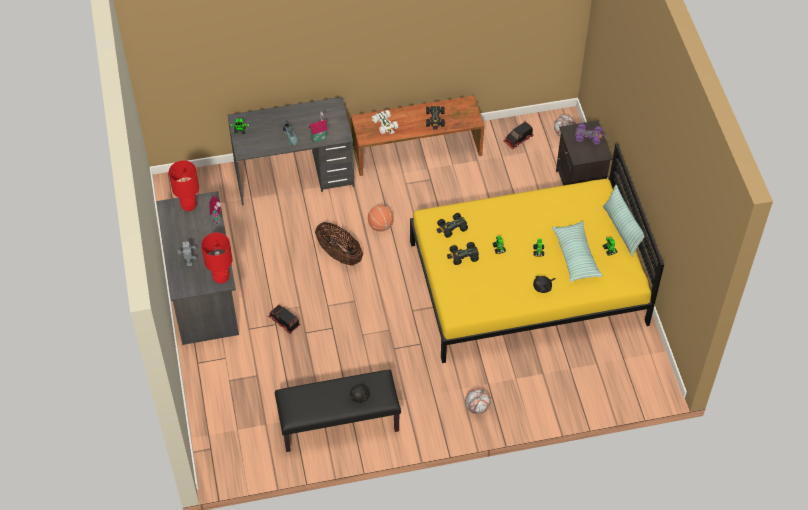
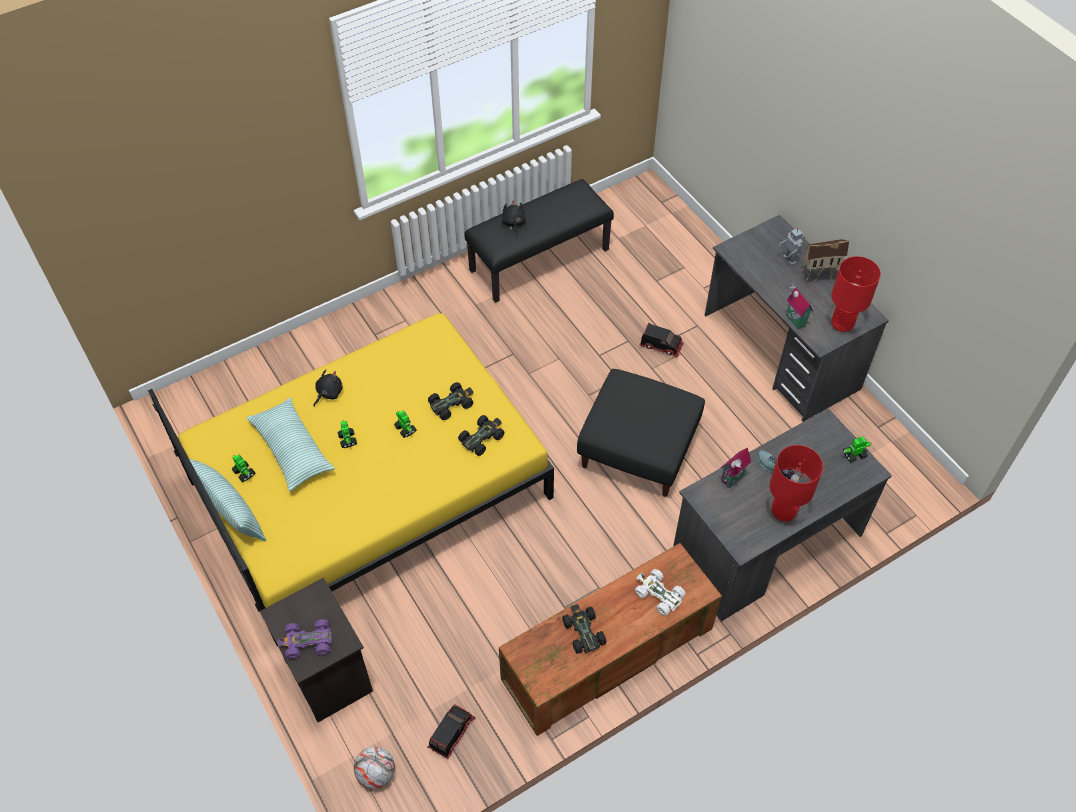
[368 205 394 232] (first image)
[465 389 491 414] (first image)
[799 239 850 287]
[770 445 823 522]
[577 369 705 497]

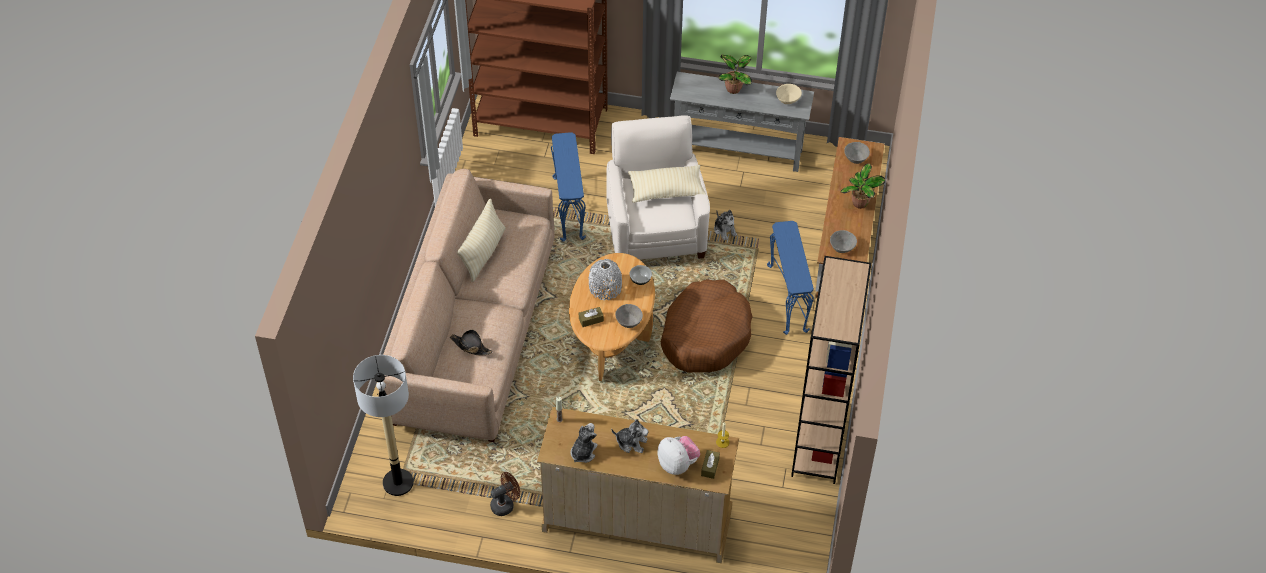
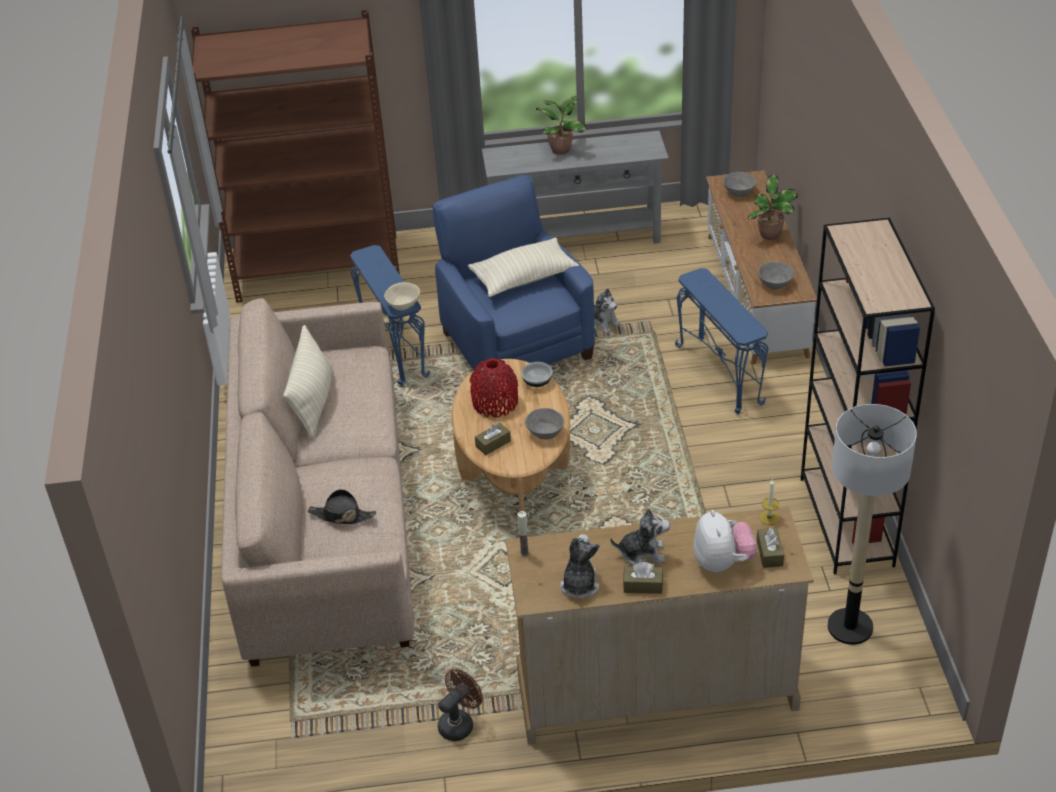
[661 279 752 373] (first image)
[623 562 663 594]
[828 404 917 645]
[384 282 420 310]
[470 358 518 417]
[432 175 595 370]
[693 510 756 572]

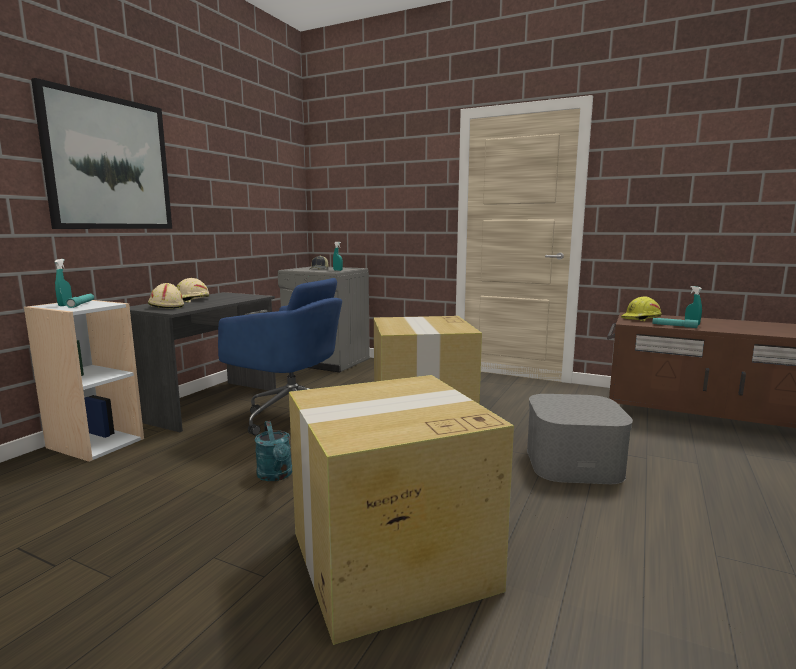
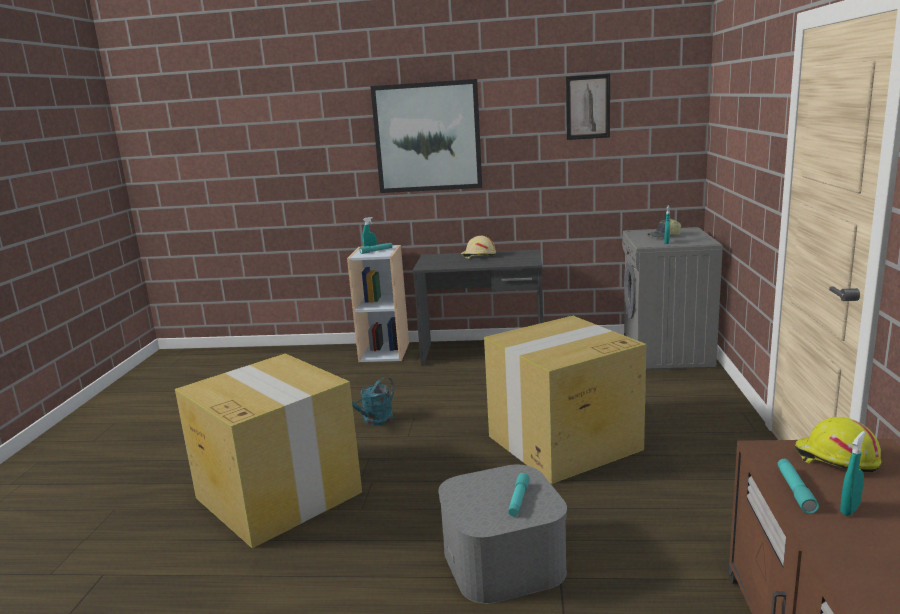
[148 283 184 308] (first image)
[218 278 342 435] (first image)
[508 473 530 517]
[566 74 610 140]

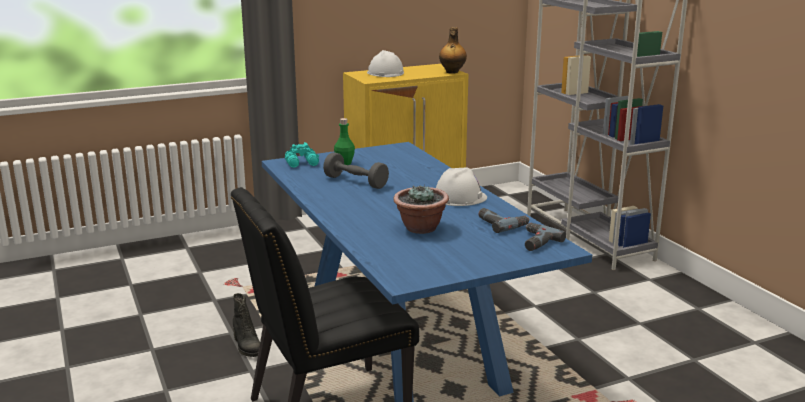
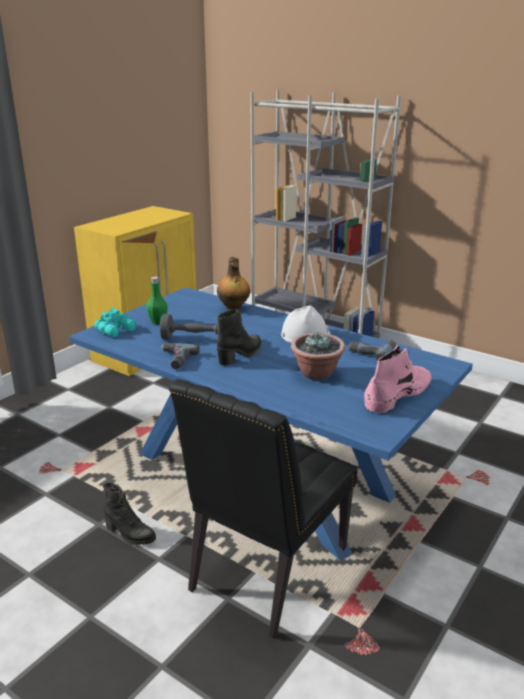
[367 50 404 77] (first image)
[217 309 261 366]
[364 345 432 413]
[217 256 250 310]
[161 343 200 369]

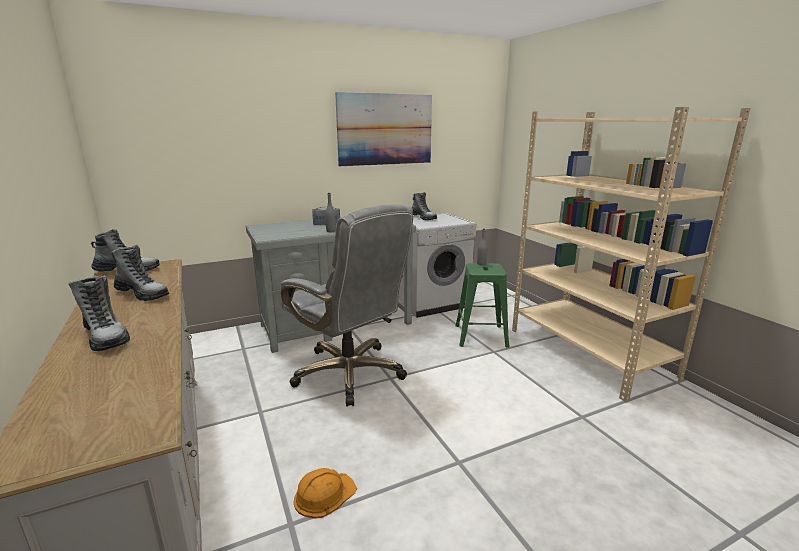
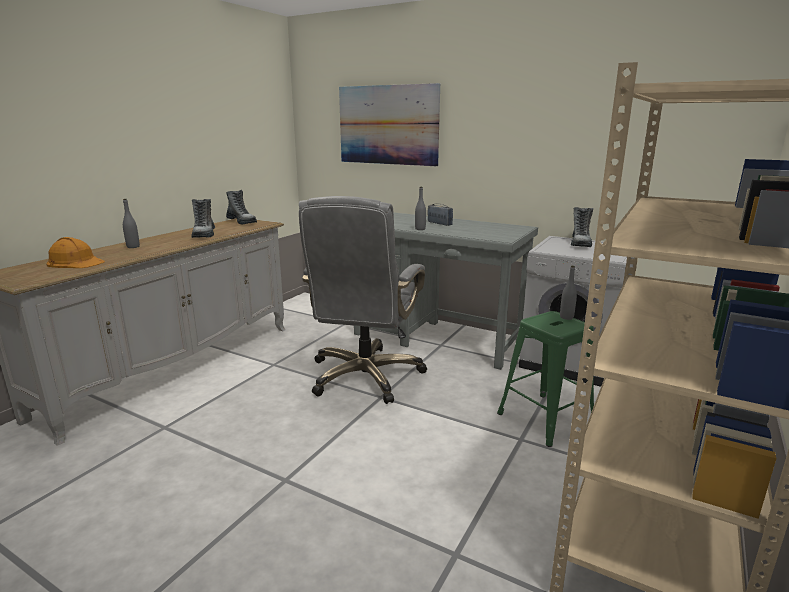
[46 237 105 268]
[339 83 440 166]
[123 199 140 248]

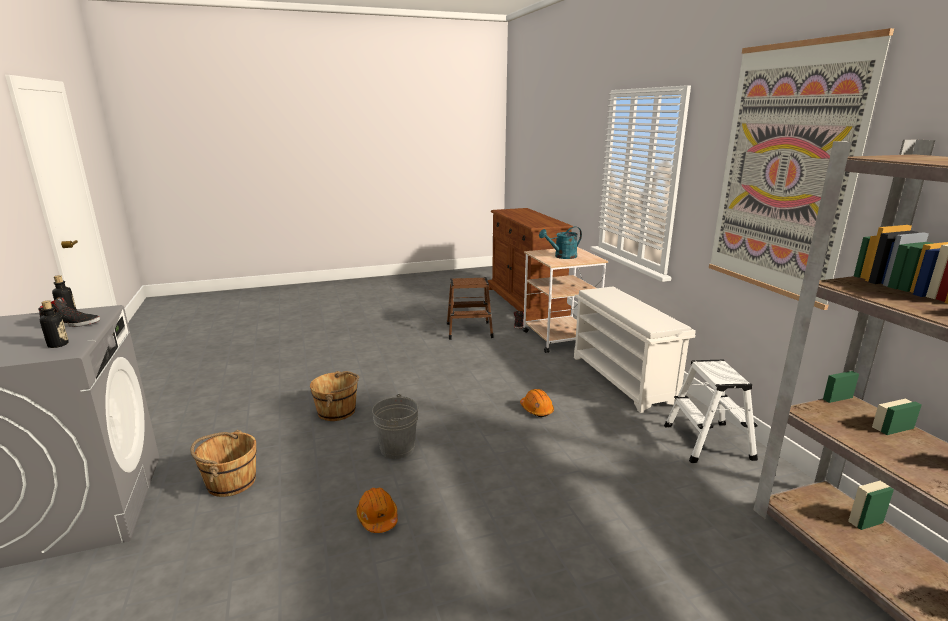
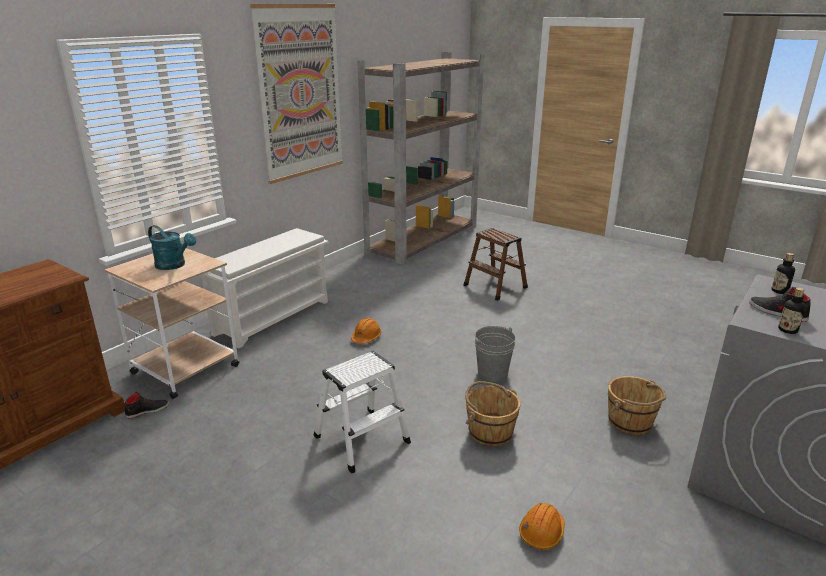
[519 503 565 550]
[463 228 528 301]
[314 351 411 473]

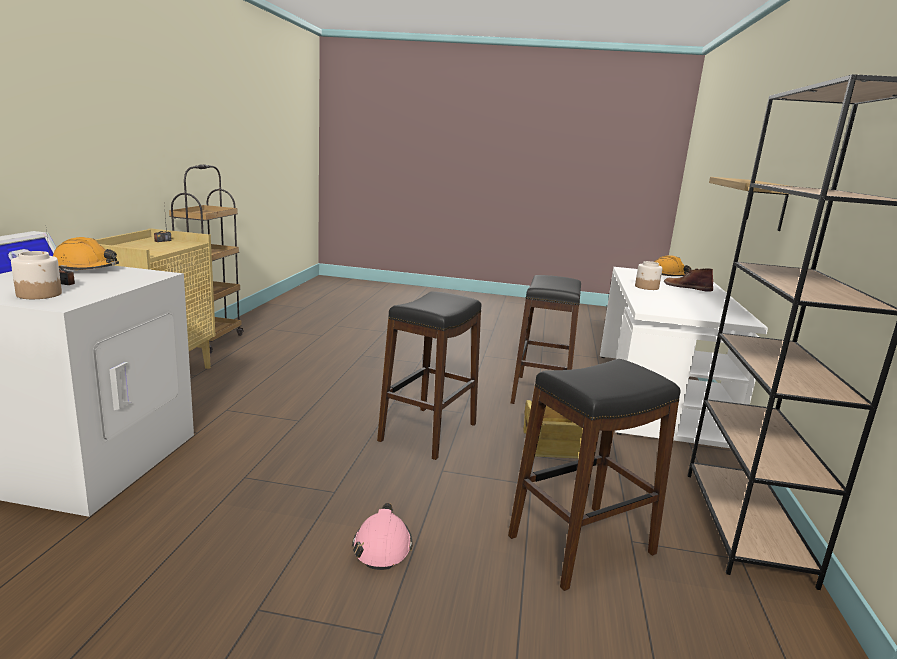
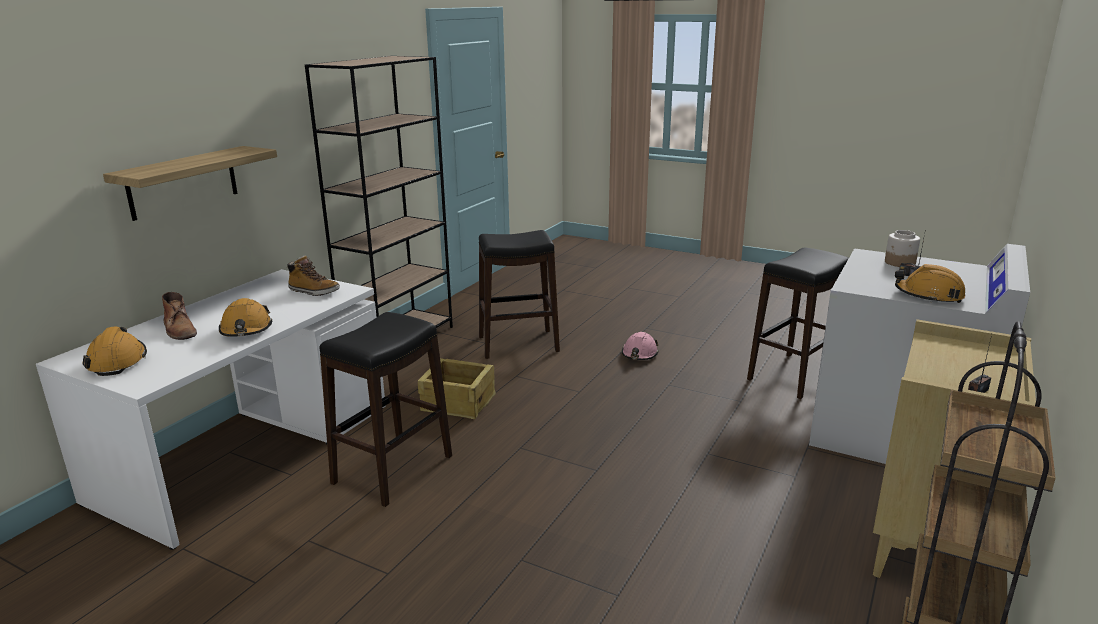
[287 255 340 296]
[747 248 849 399]
[219 298 272 337]

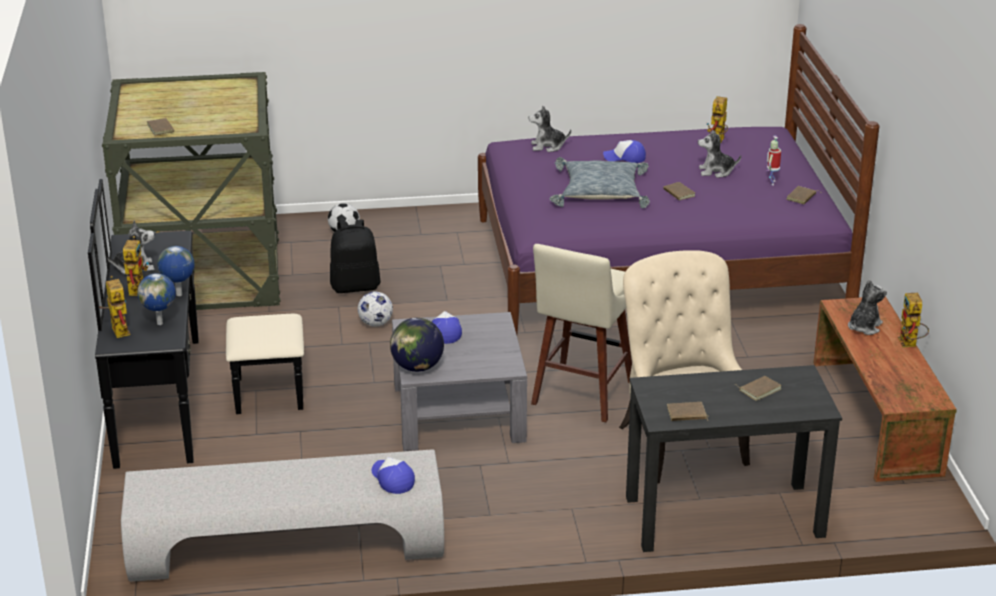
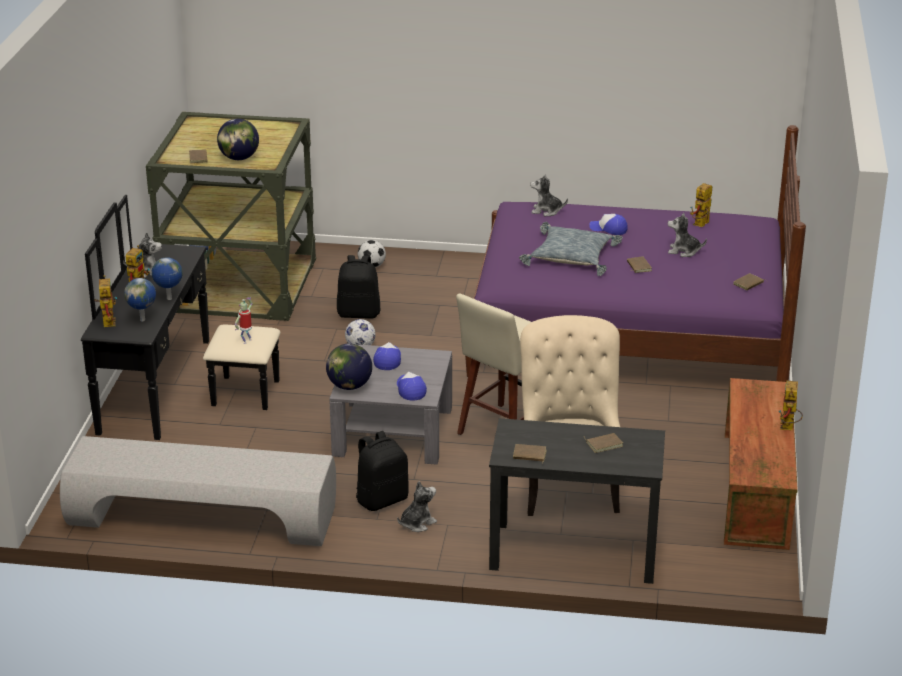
[217 118 259 160]
[356 431 409 511]
[397 372 427 401]
[235 297 253 344]
[397 481 437 532]

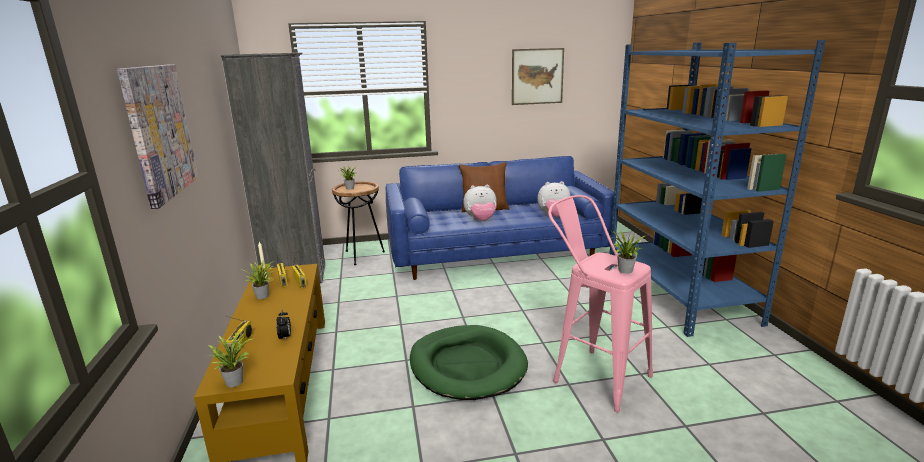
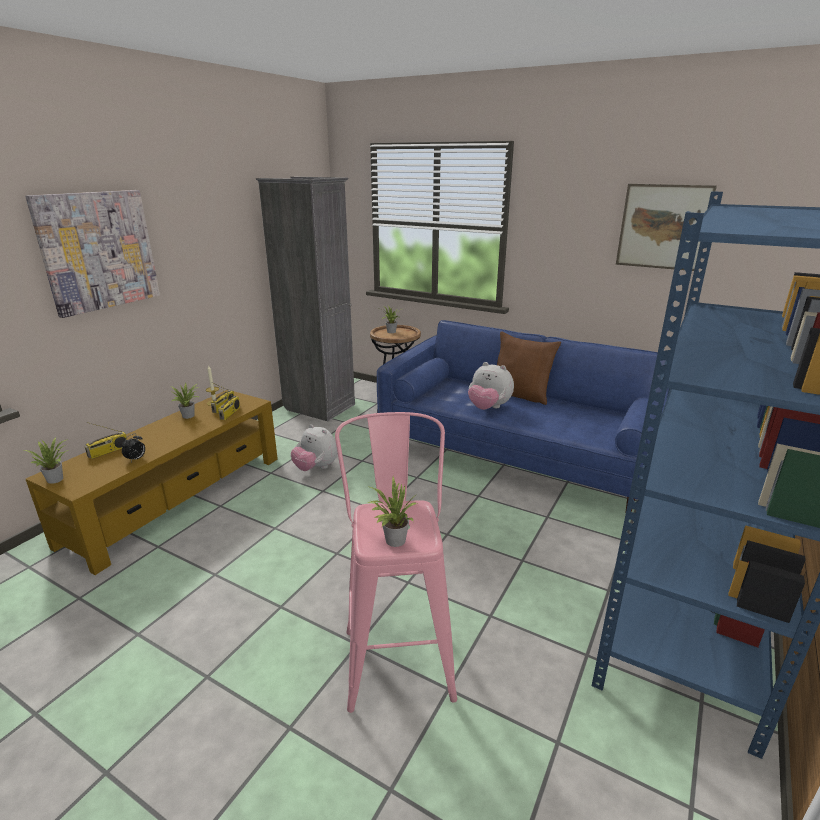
[410 325 528 400] (first image)
[291 424 338 471]

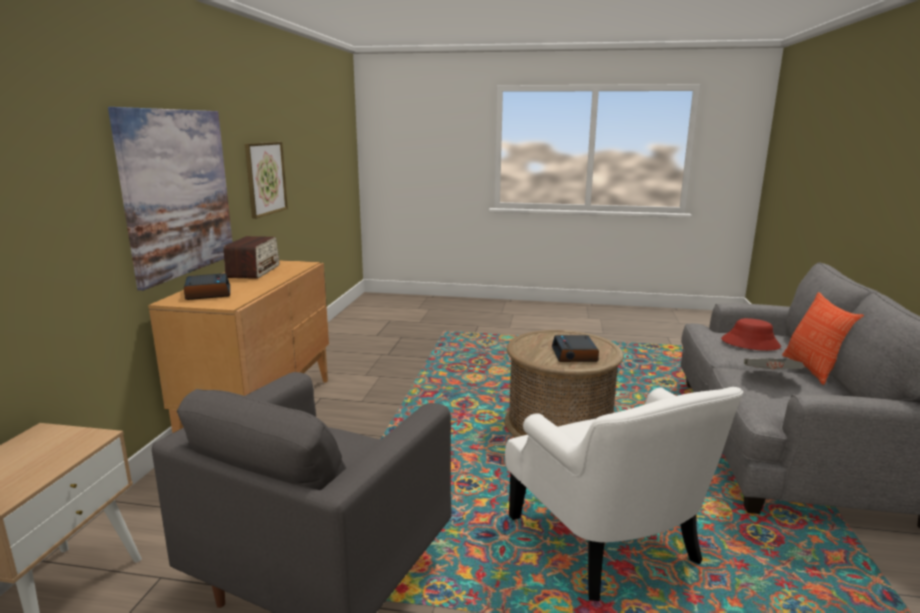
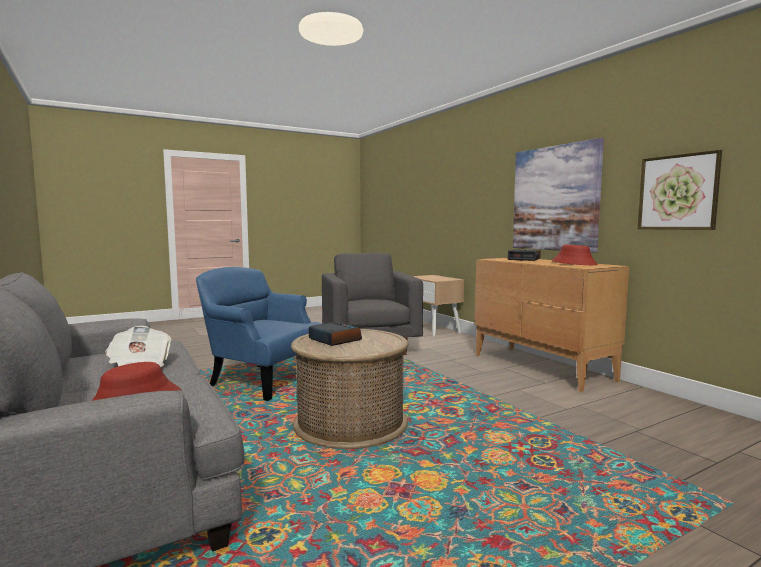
[782 292 864 385] (first image)
[552 245 598 265]
[196 267 322 401]

